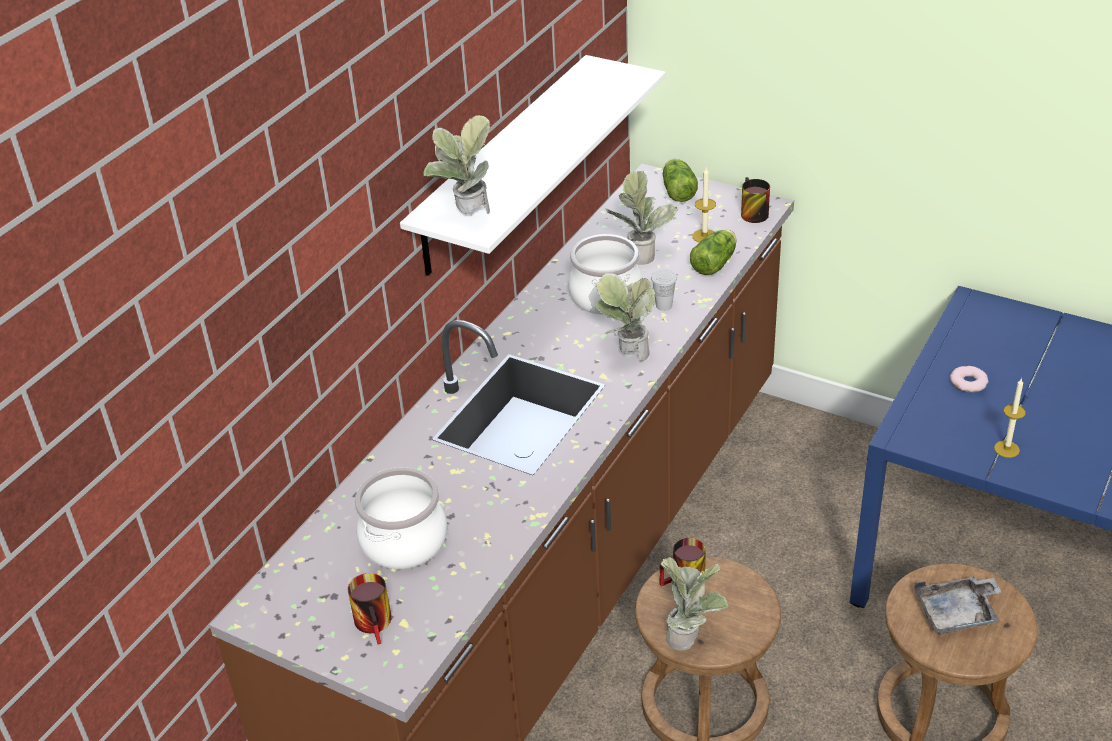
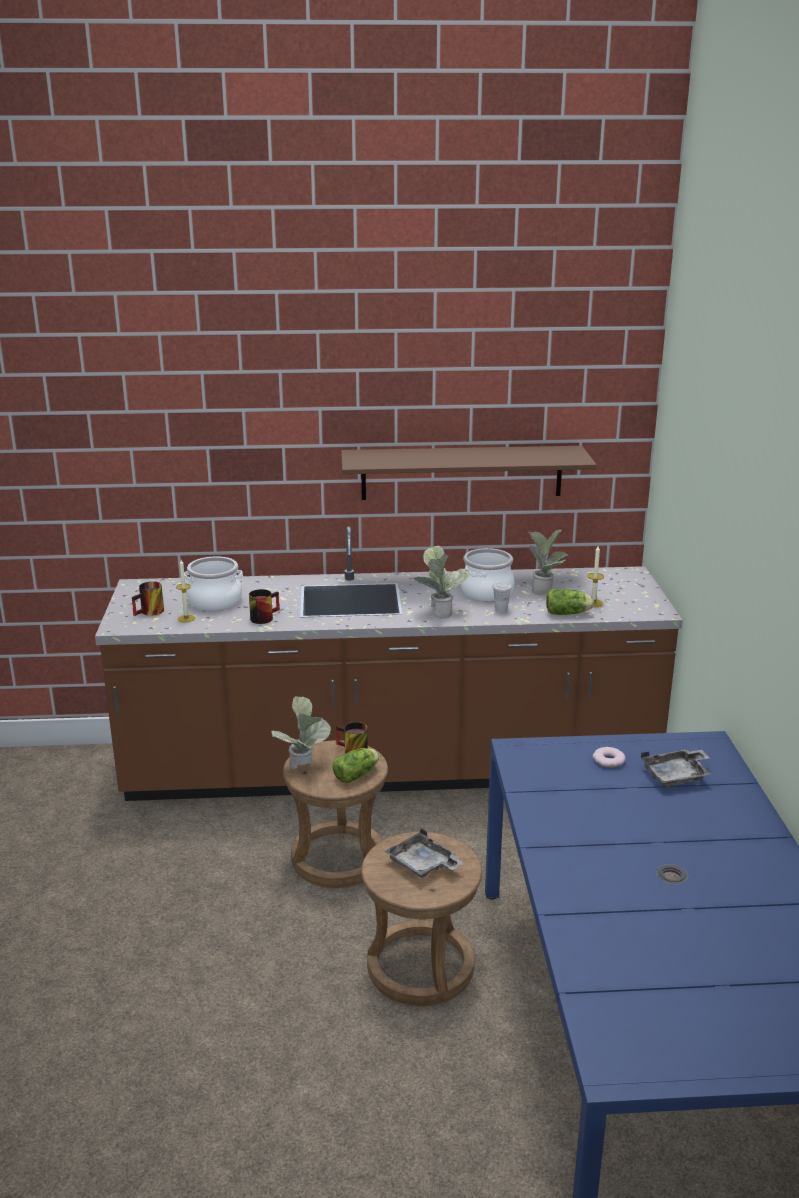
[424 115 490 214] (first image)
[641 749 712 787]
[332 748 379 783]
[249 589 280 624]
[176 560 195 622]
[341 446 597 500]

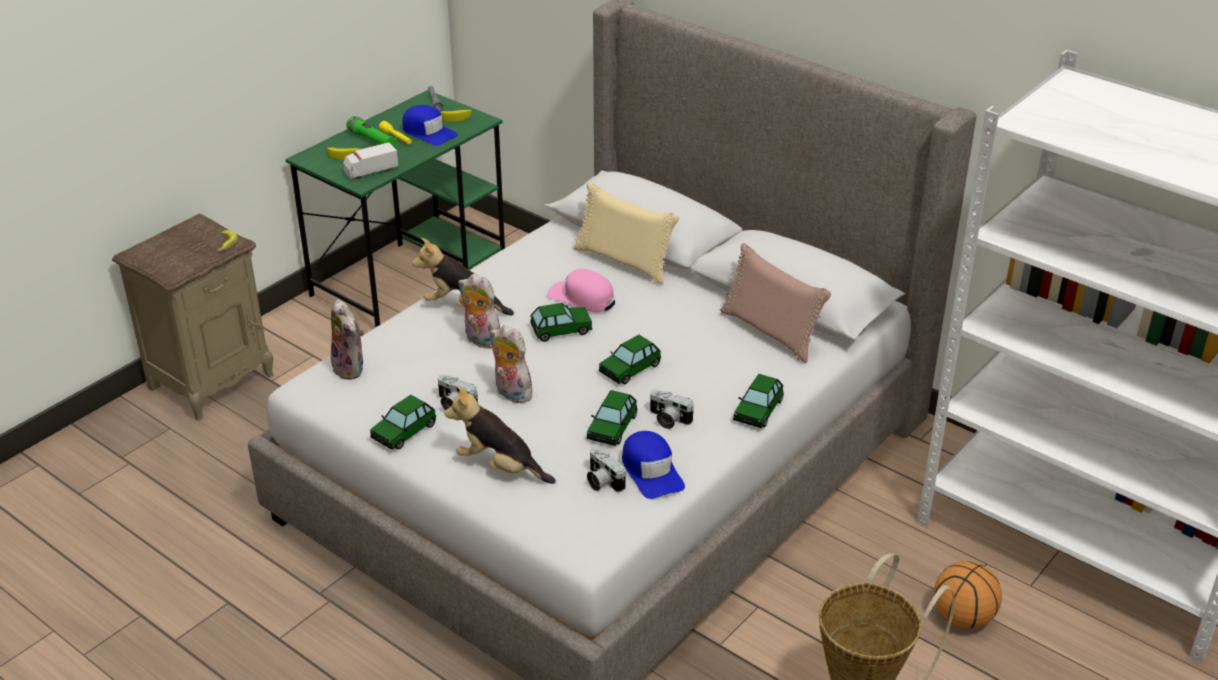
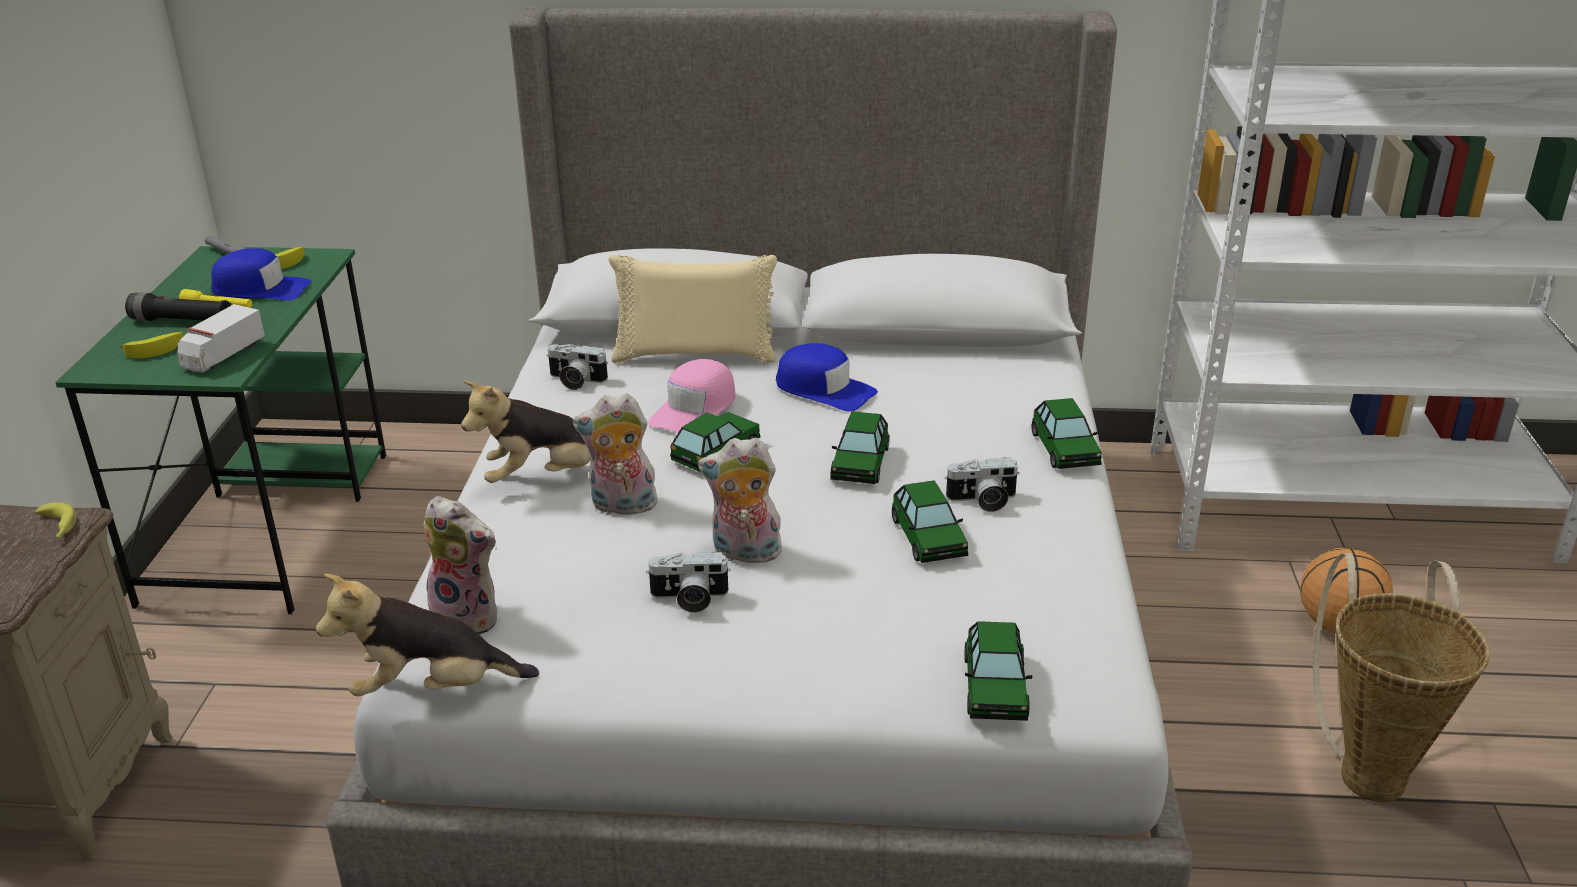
[720 243 831 363] (first image)
[965 621 1032 721]
[316 574 539 696]
[547 344 608 390]
[776 343 878 412]
[125 292 231 321]
[648 359 736 433]

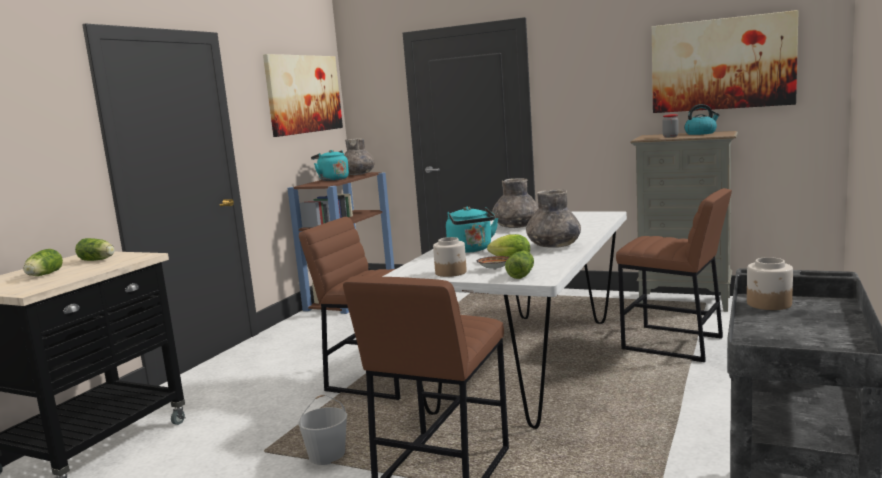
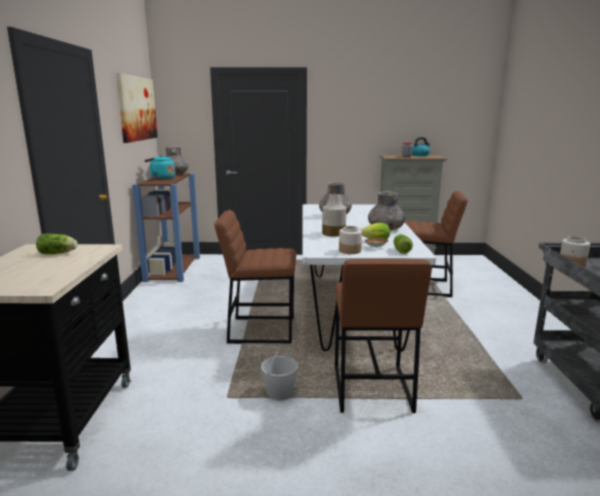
[23 249 63 276] (first image)
[652 10 799 113] (first image)
[322 194 346 237]

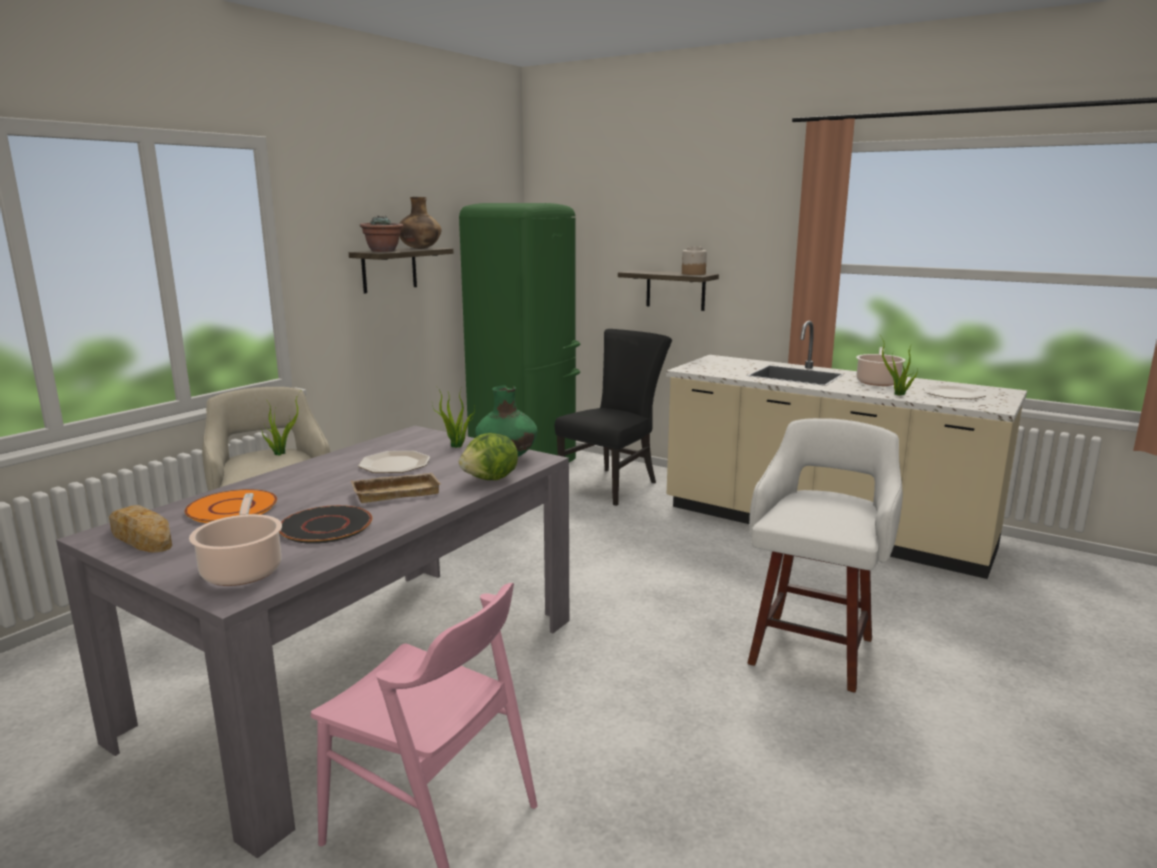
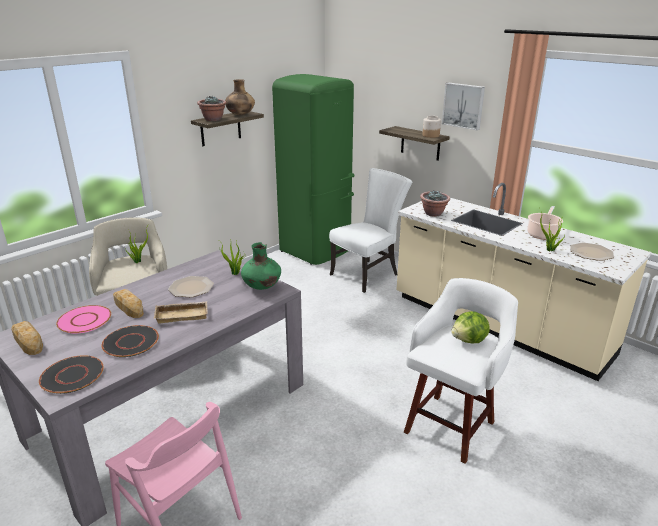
[113 289 144 318]
[420 191 450 217]
[442 83 485 130]
[451 311 490 343]
[39 355 103 394]
[56 305 111 334]
[329 168 412 293]

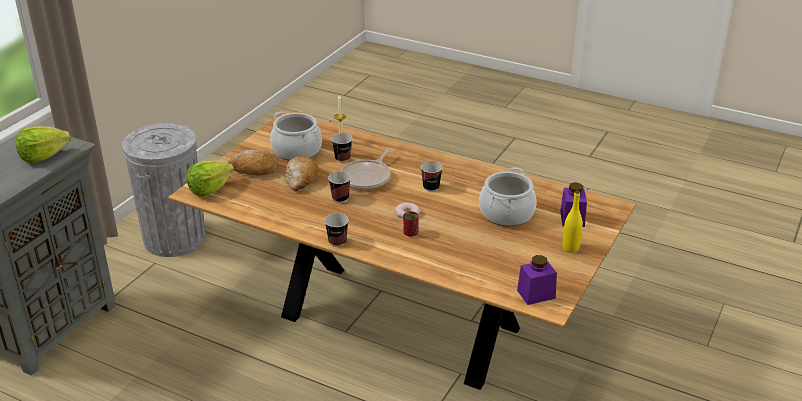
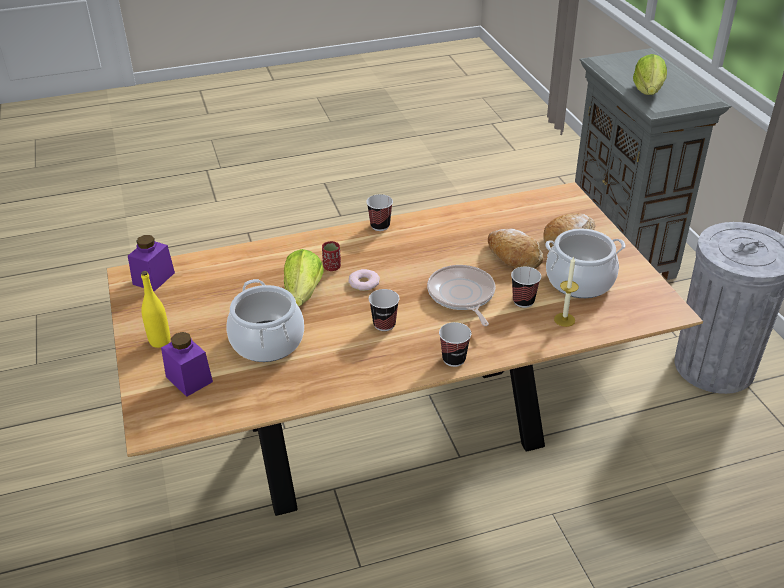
[284 249 324 306]
[439 322 471 367]

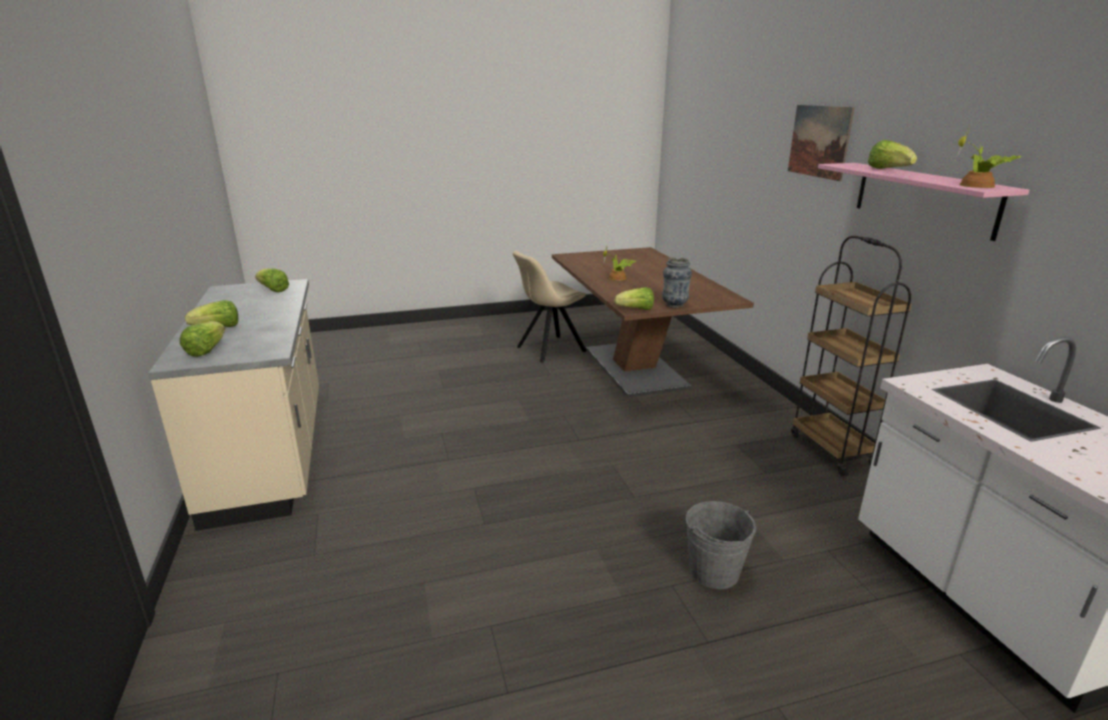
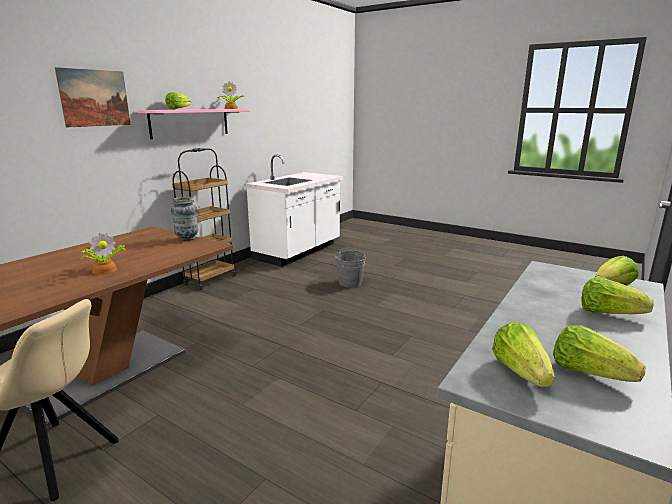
[553 325 646 382]

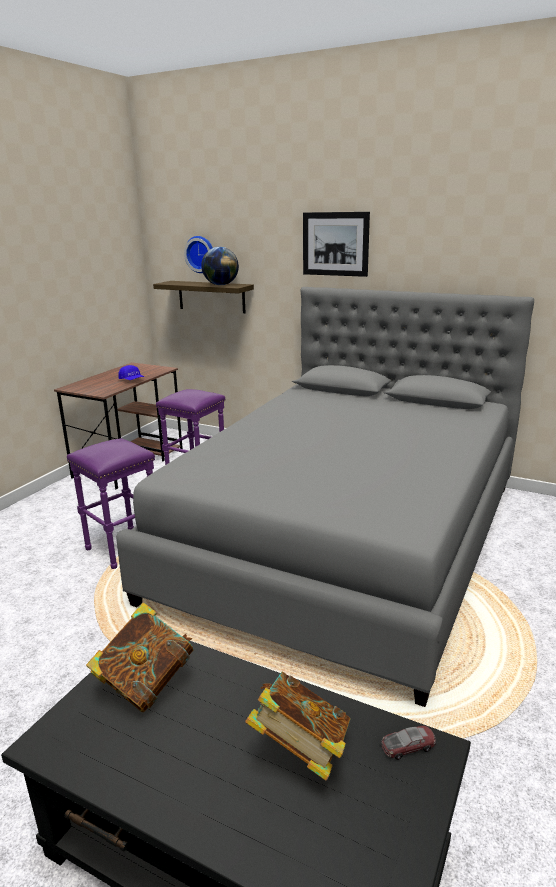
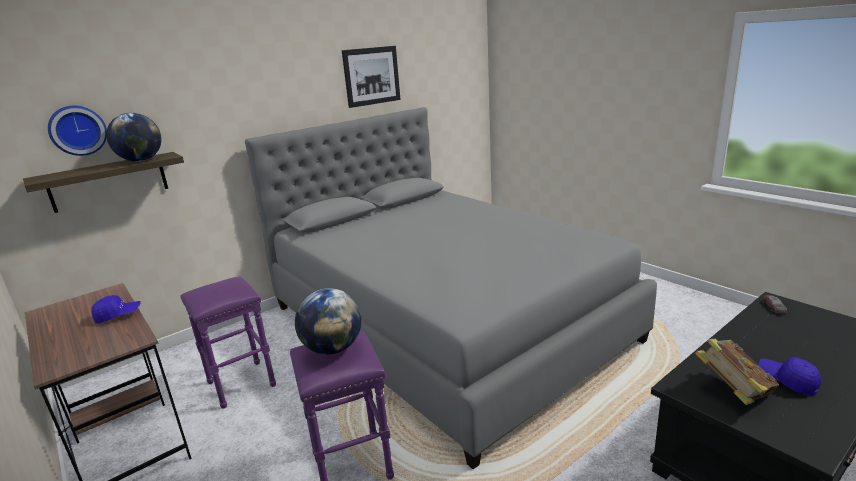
[245 672 351 781] (first image)
[295 288 361 355]
[758 357 821 396]
[342 46 401 108]

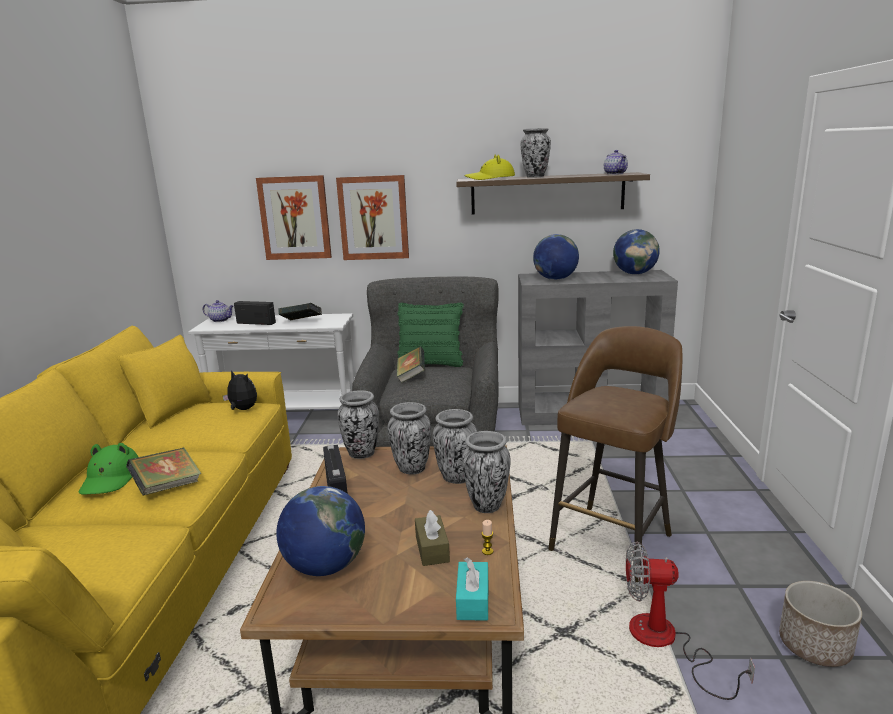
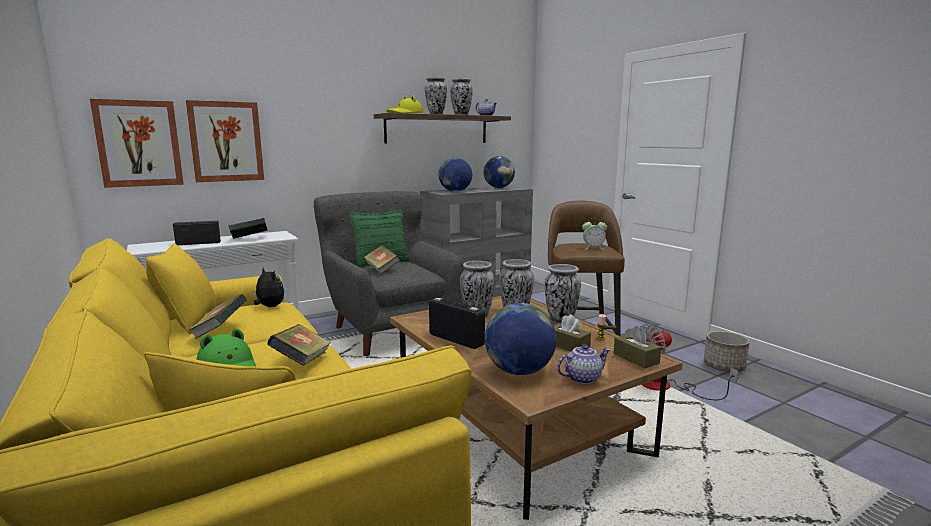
[188 294 247 339]
[582 219 607 250]
[557 344 610 384]
[90 99 184 188]
[450 78 473 115]
[613 326 661 368]
[253 267 284 307]

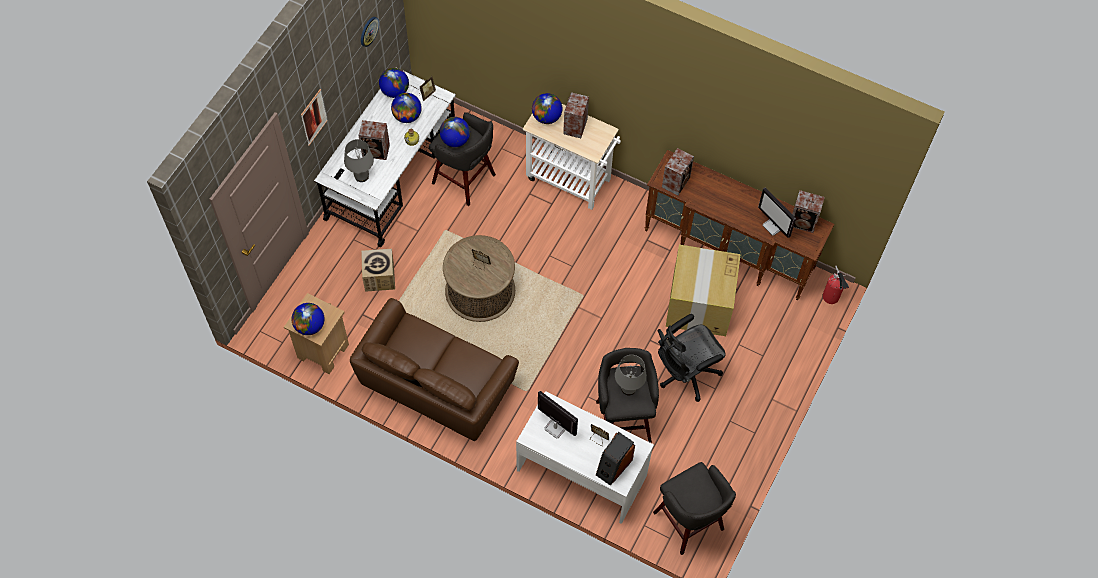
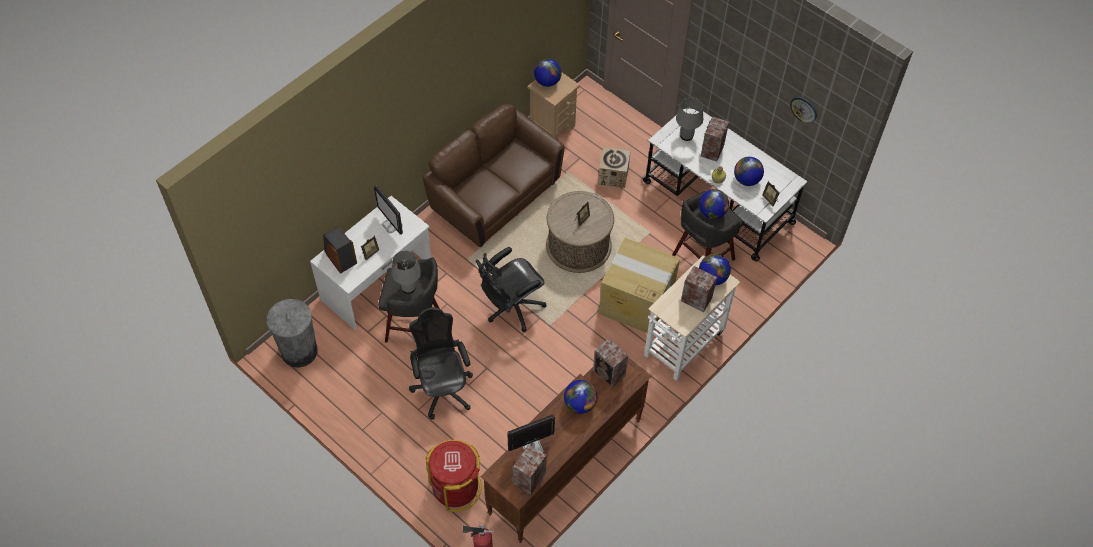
[301 89 328 146] (first image)
[426 440 482 512]
[476 247 546 332]
[564 380 598 414]
[599 238 680 333]
[266 299 317 368]
[374 186 403 235]

